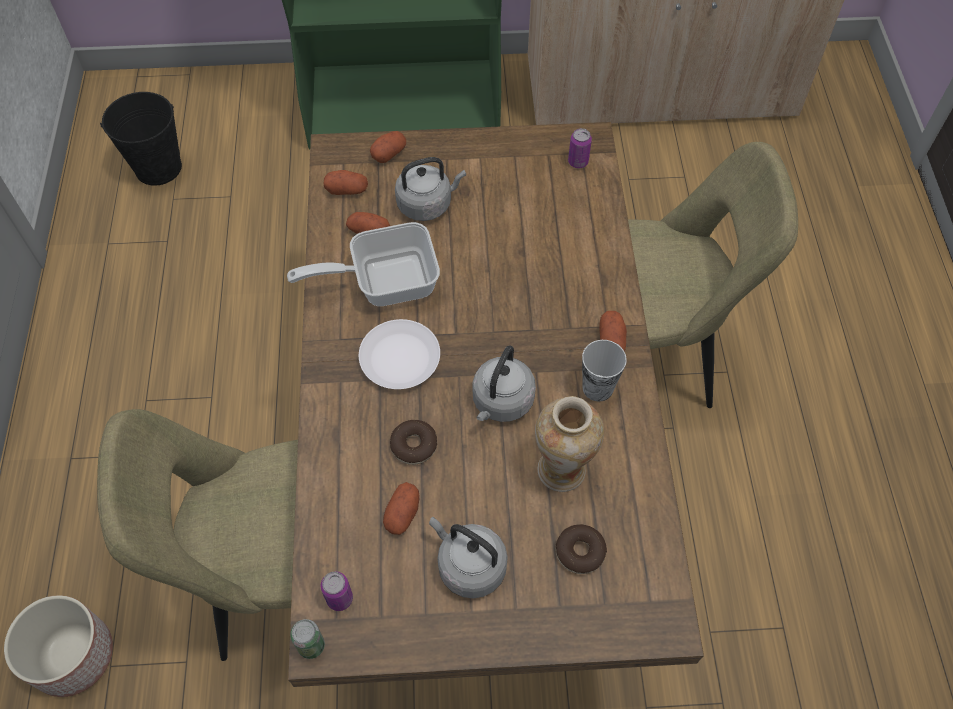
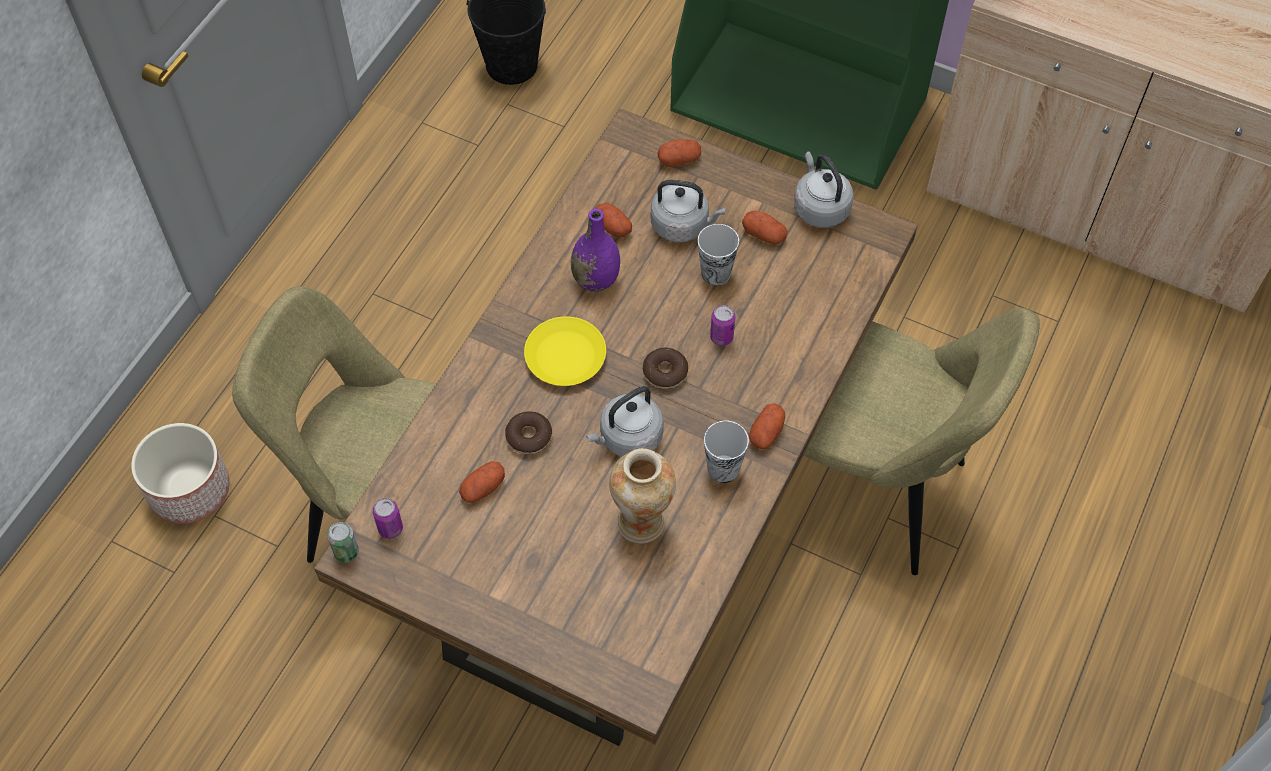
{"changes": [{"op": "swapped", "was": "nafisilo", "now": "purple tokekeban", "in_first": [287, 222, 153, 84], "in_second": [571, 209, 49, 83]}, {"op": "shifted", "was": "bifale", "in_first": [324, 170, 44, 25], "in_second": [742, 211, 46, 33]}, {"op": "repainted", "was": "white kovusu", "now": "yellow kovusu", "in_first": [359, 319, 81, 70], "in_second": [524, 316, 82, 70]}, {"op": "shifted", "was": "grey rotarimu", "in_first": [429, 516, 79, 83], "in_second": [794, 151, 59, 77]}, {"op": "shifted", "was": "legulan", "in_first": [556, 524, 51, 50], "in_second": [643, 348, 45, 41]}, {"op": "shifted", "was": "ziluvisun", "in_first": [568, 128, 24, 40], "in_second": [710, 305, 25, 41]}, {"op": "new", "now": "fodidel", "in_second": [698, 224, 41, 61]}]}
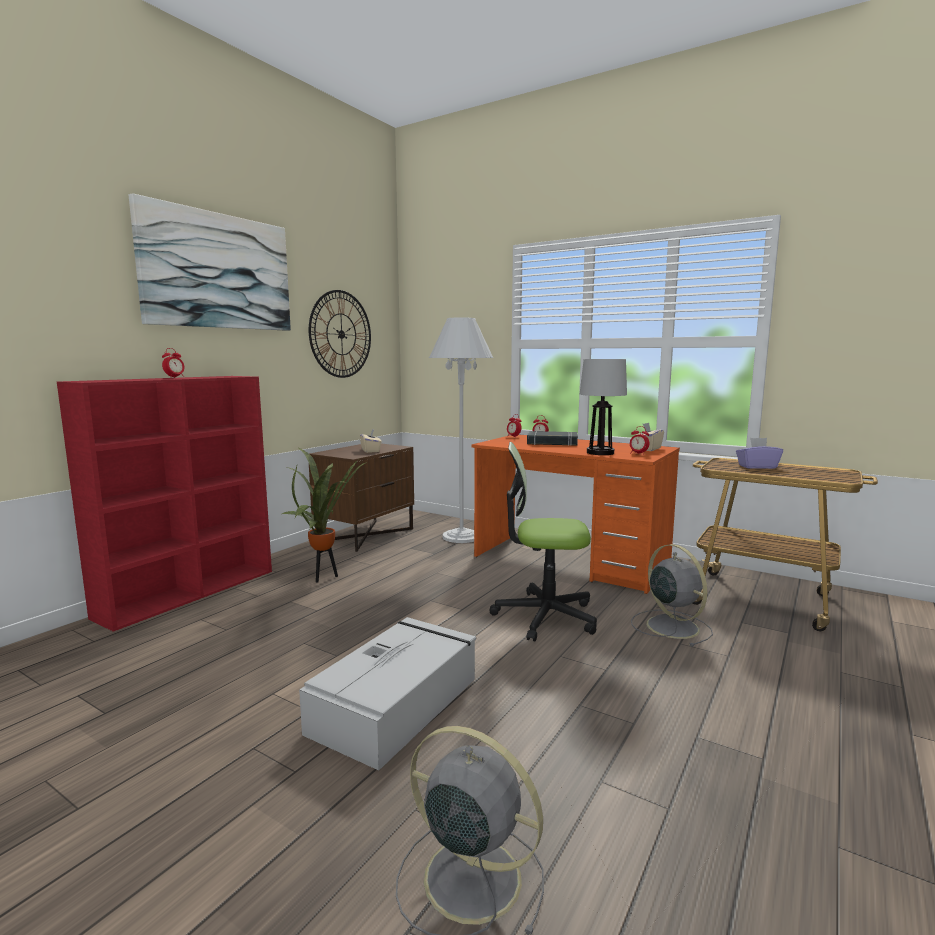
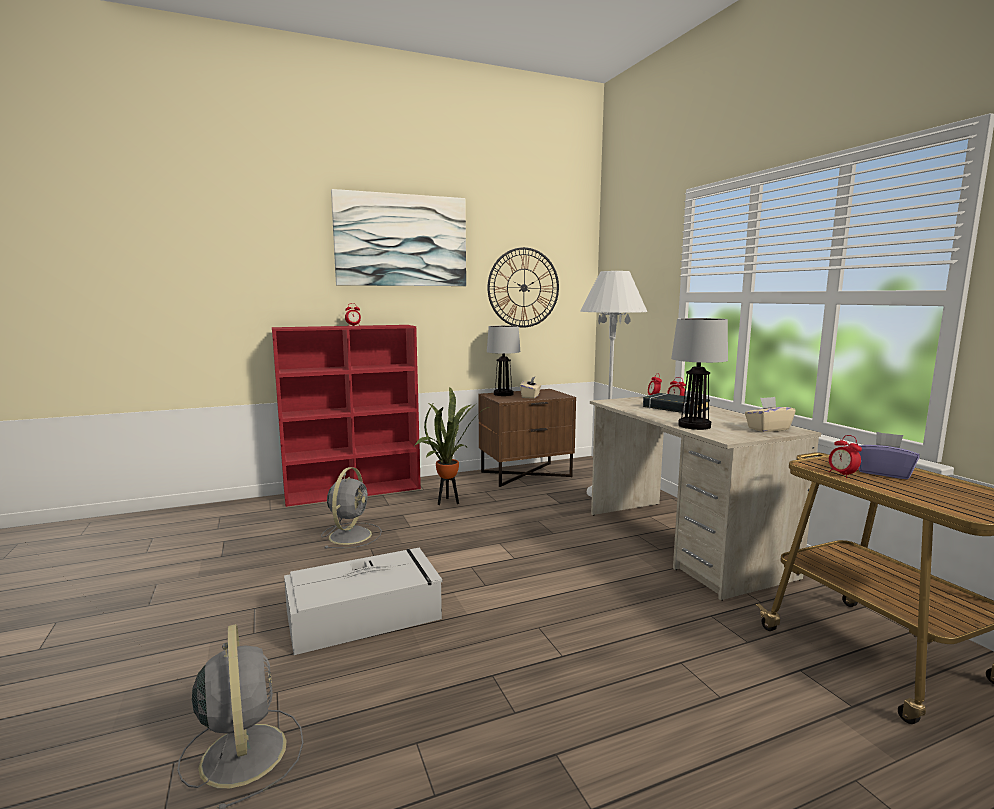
{"changes": [{"op": "repainted", "was": "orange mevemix", "now": "beige mevemix", "in_first": [471, 435, 209, 159], "in_second": [590, 396, 231, 205]}, {"op": "gone", "was": "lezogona", "in_first": [489, 442, 108, 199]}, {"op": "shifted", "was": "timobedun", "in_first": [630, 426, 19, 29], "in_second": [829, 435, 33, 43]}, {"op": "shifted", "was": "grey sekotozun", "in_first": [631, 544, 82, 103], "in_second": [321, 467, 61, 82]}, {"op": "new", "now": "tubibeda", "in_second": [487, 325, 33, 71]}]}
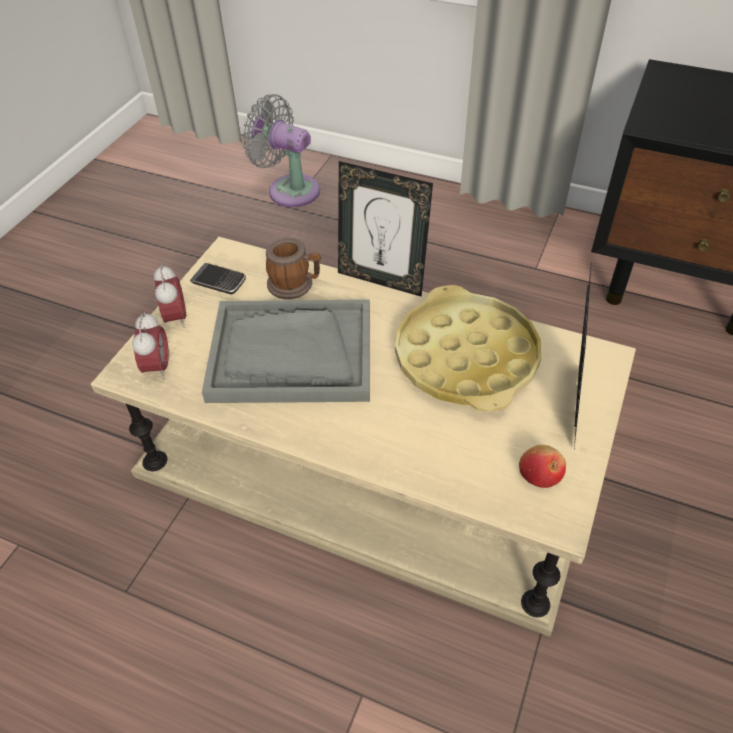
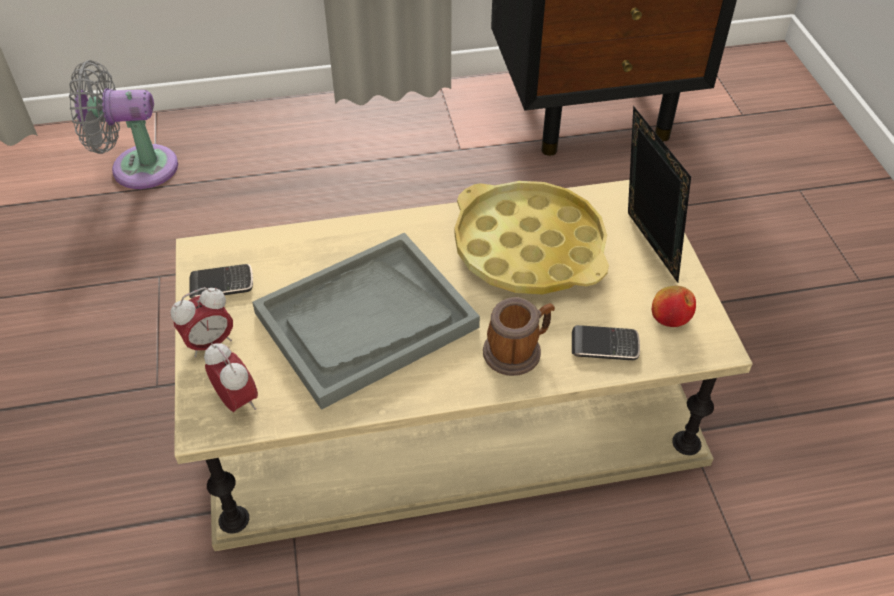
{"changes": [{"op": "rotated", "was": "timobedun", "in_first": [154, 264, 32, 64], "in_second": [171, 287, 62, 70], "clockwise": 105}, {"op": "shifted", "was": "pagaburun", "in_first": [266, 238, 55, 61], "in_second": [483, 297, 72, 79]}, {"op": "gone", "was": "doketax", "in_first": [338, 161, 95, 136]}, {"op": "new", "now": "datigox", "in_second": [572, 325, 68, 35]}]}
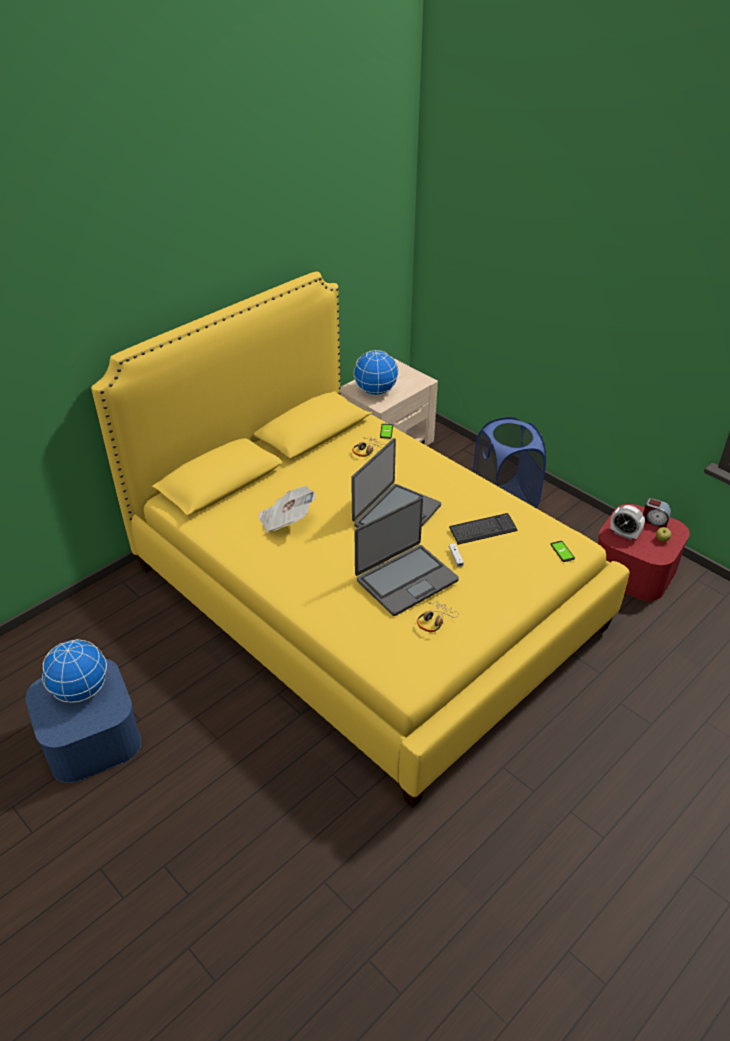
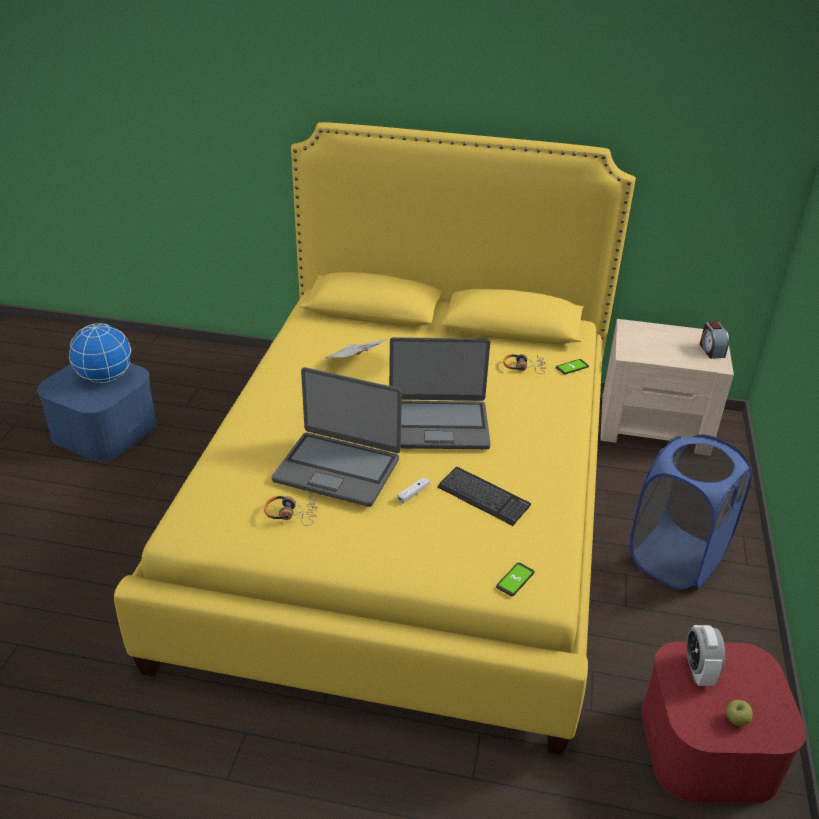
{"changes": [{"op": "gone", "was": "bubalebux", "in_first": [354, 350, 45, 45]}, {"op": "shifted", "was": "timobedun", "in_first": [643, 498, 28, 29], "in_second": [700, 321, 29, 38]}]}
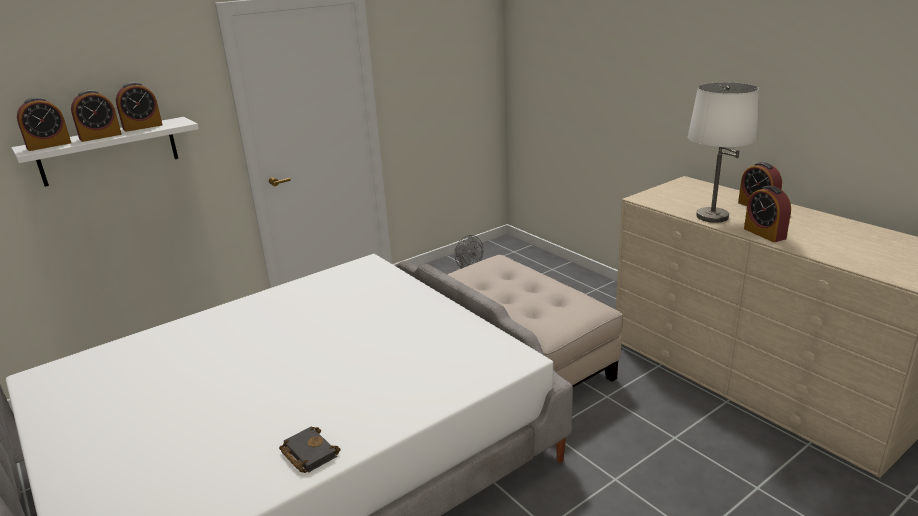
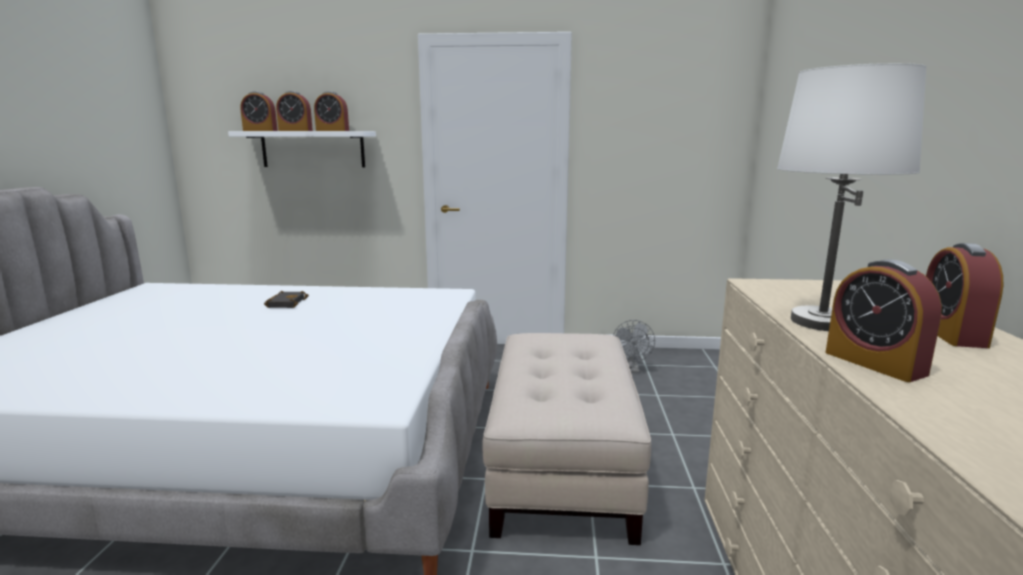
{"changes": [{"op": "shifted", "was": "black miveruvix", "in_first": [279, 426, 61, 47], "in_second": [264, 291, 45, 17]}, {"op": "rotated", "was": "timobedun", "in_first": [744, 186, 47, 56], "in_second": [826, 259, 116, 123], "clockwise": -45}]}
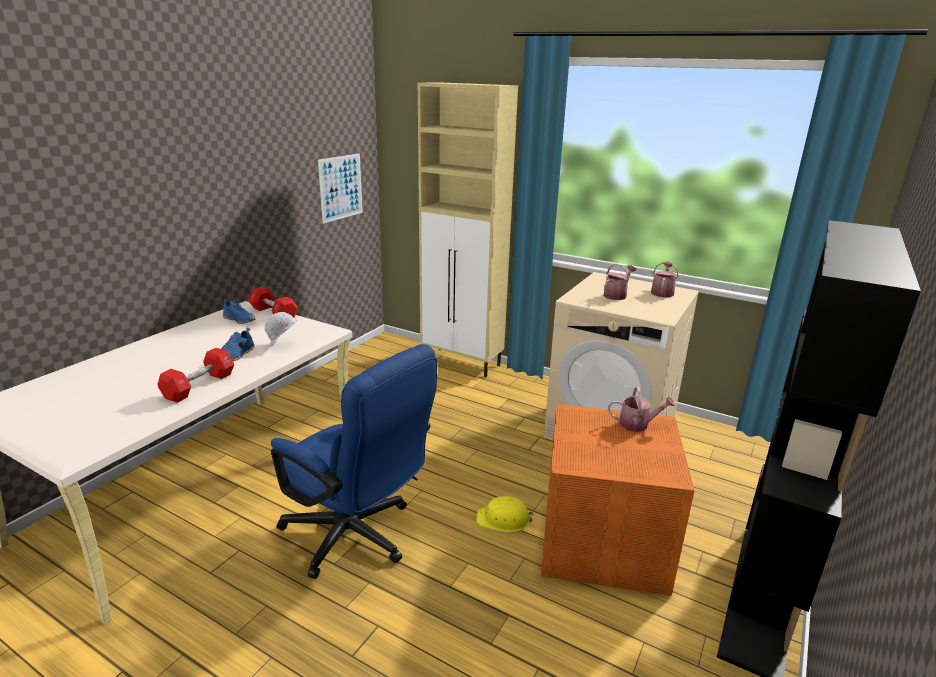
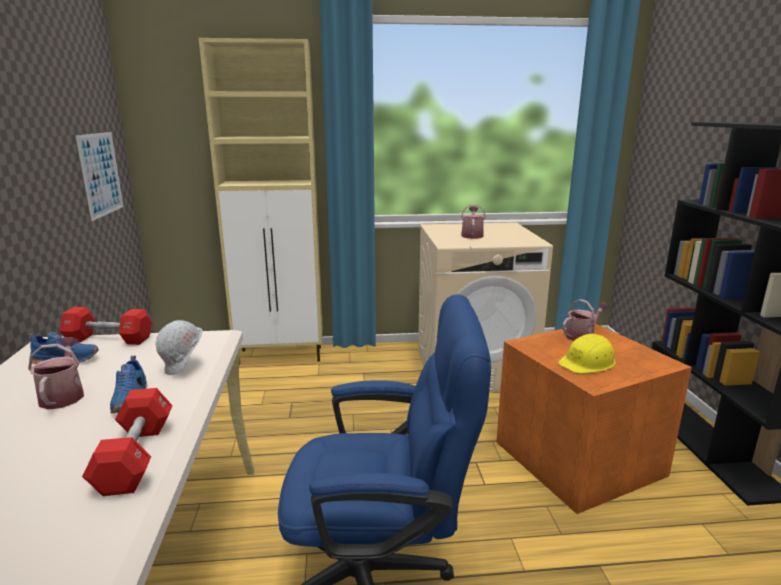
{"changes": [{"op": "shifted", "was": "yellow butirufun", "in_first": [476, 496, 58, 36], "in_second": [558, 333, 58, 41]}, {"op": "shifted", "was": "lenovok", "in_first": [651, 262, 27, 36], "in_second": [28, 337, 56, 72]}]}
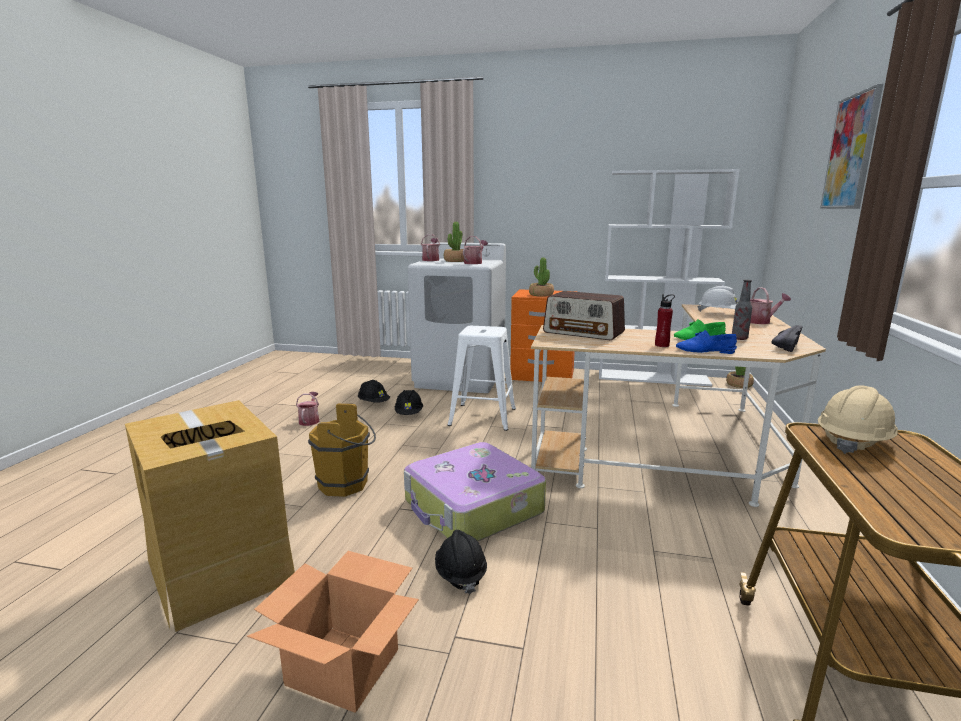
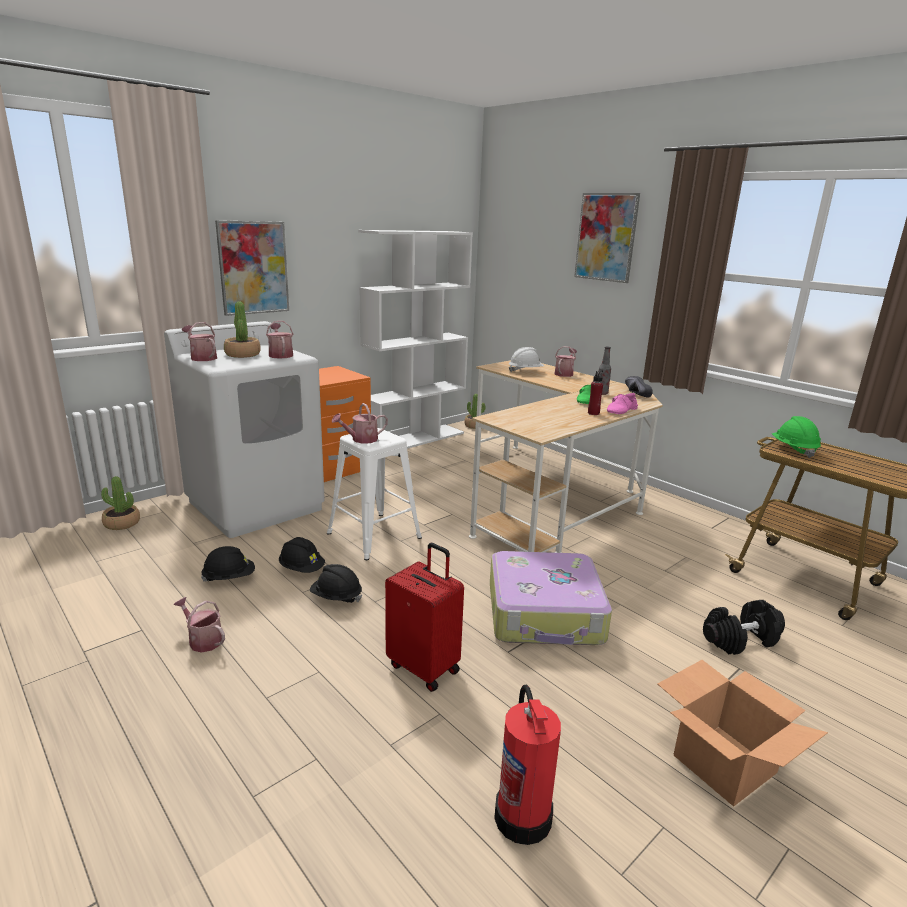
{"changes": [{"op": "swapped", "was": "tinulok", "now": "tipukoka", "in_first": [125, 400, 170, 232], "in_second": [494, 685, 67, 160]}, {"op": "swapped", "was": "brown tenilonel", "now": "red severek", "in_first": [308, 403, 68, 94], "in_second": [385, 543, 79, 149]}, {"op": "shifted", "was": "black butirufun", "in_first": [435, 530, 52, 64], "in_second": [310, 564, 52, 39]}, {"op": "shifted", "was": "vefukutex", "in_first": [529, 257, 25, 40], "in_second": [101, 476, 39, 54]}, {"op": "gone", "was": "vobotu", "in_first": [543, 291, 82, 49]}, {"op": "repainted", "was": "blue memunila", "now": "pink memunila", "in_first": [676, 330, 61, 24], "in_second": [607, 393, 31, 21]}, {"op": "repainted", "was": "beige butirufun", "now": "green butirufun", "in_first": [818, 385, 80, 69], "in_second": [772, 416, 49, 42]}, {"op": "new", "now": "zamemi", "in_second": [215, 220, 74, 96]}, {"op": "new", "now": "lenovok", "in_second": [332, 403, 56, 41]}, {"op": "new", "now": "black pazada", "in_second": [703, 600, 82, 55]}]}
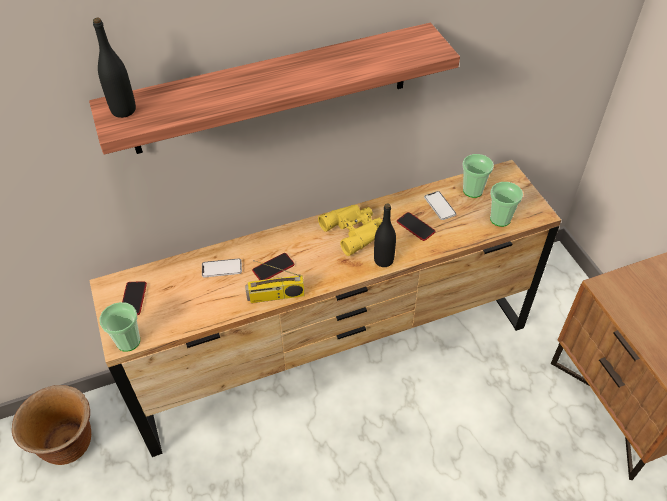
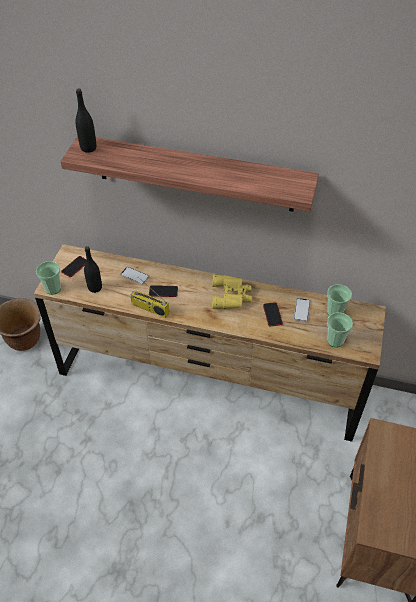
{"changes": [{"op": "shifted", "was": "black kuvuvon", "in_first": [374, 204, 22, 63], "in_second": [84, 246, 18, 47]}]}
